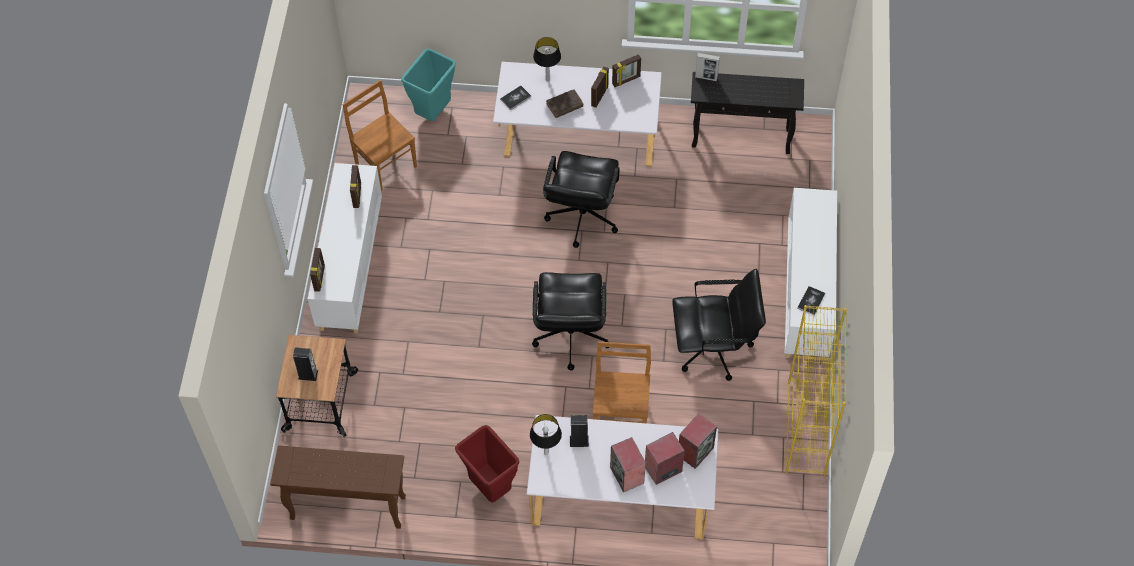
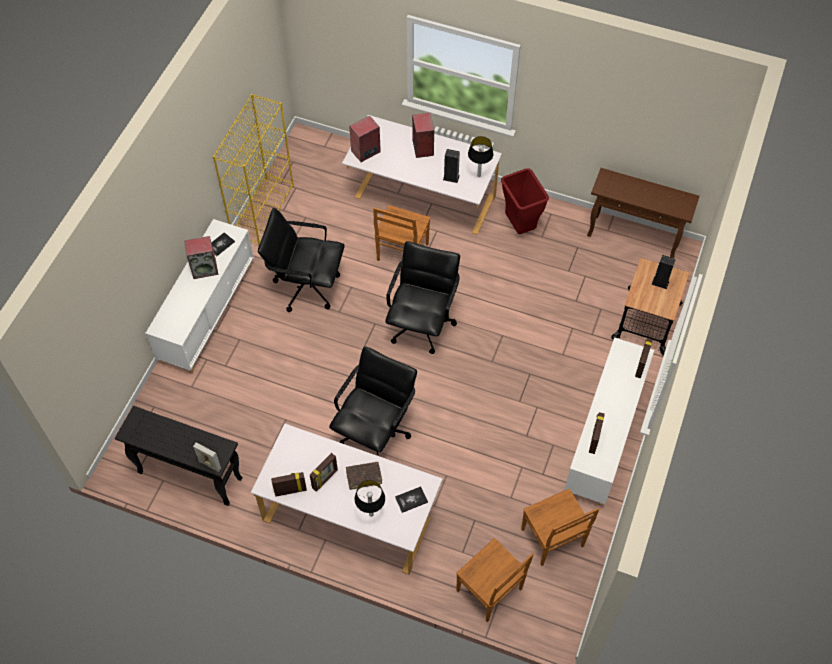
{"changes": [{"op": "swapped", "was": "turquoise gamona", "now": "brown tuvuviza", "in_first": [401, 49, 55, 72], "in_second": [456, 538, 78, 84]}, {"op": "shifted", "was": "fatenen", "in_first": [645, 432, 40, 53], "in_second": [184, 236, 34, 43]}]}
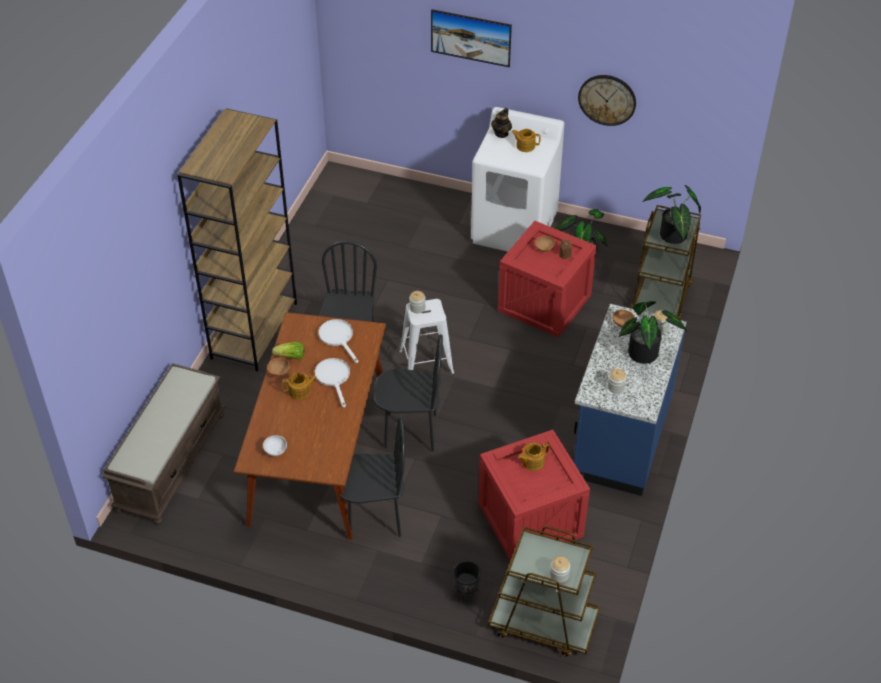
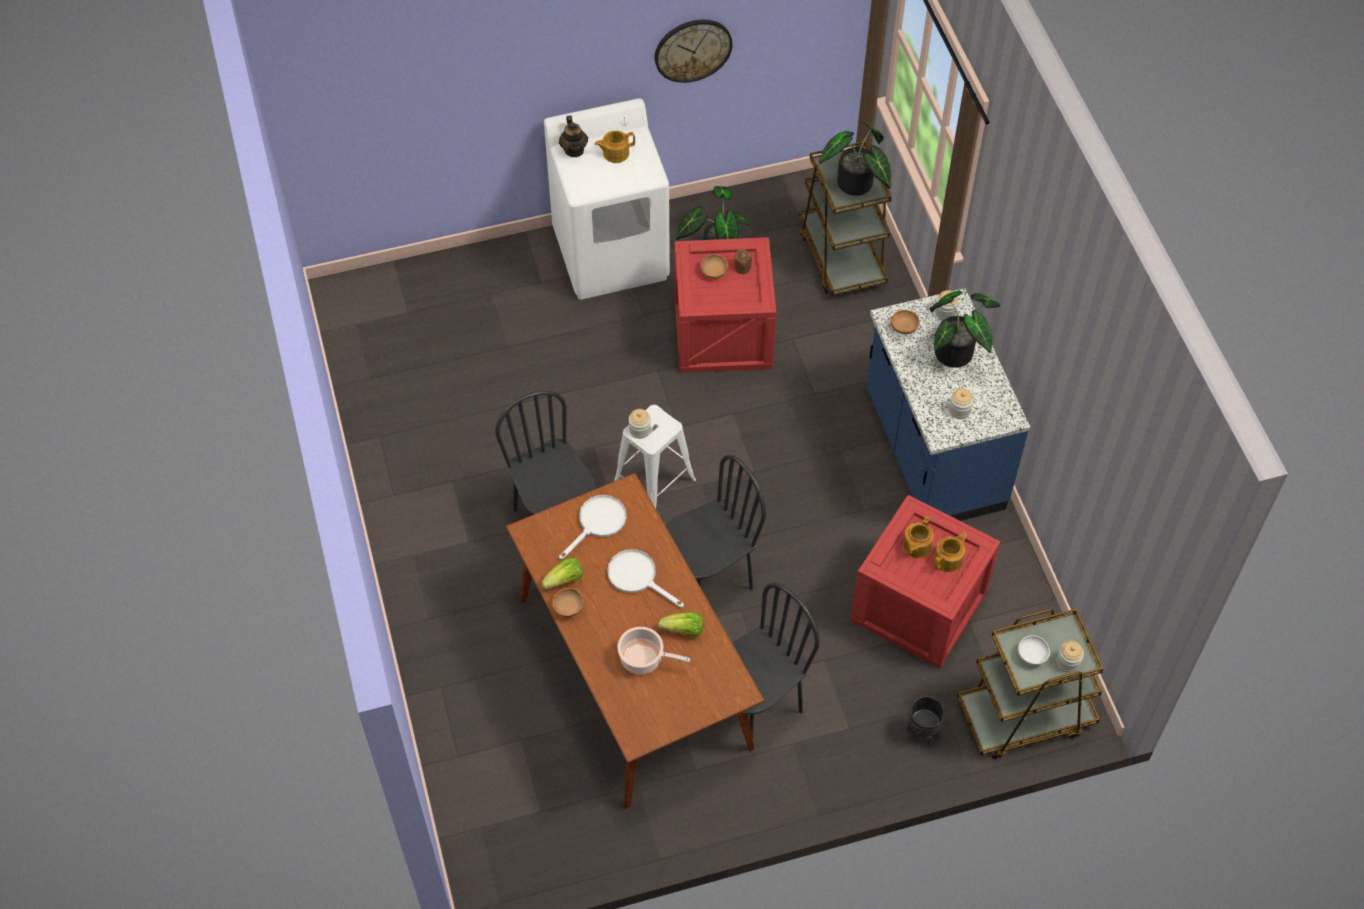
{"changes": [{"op": "gone", "was": "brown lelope", "in_first": [102, 363, 124, 161]}, {"op": "gone", "was": "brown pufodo", "in_first": [177, 108, 120, 263]}, {"op": "shifted", "was": "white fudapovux", "in_first": [263, 435, 24, 21], "in_second": [1018, 635, 32, 30]}, {"op": "shifted", "was": "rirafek", "in_first": [282, 373, 35, 27], "in_second": [934, 532, 33, 40]}, {"op": "rotated", "was": "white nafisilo", "in_first": [319, 319, 40, 44], "in_second": [559, 495, 67, 65], "clockwise": 105}, {"op": "gone", "was": "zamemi", "in_first": [431, 9, 81, 58]}, {"op": "new", "now": "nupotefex", "in_second": [617, 627, 73, 48]}, {"op": "new", "now": "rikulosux", "in_second": [658, 612, 45, 25]}]}
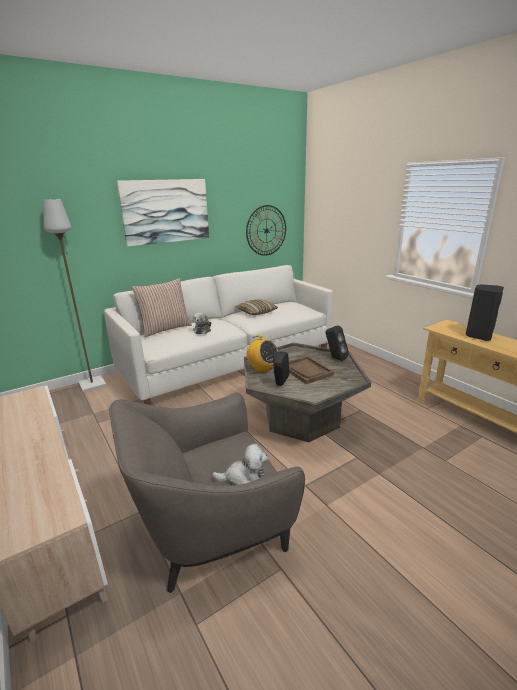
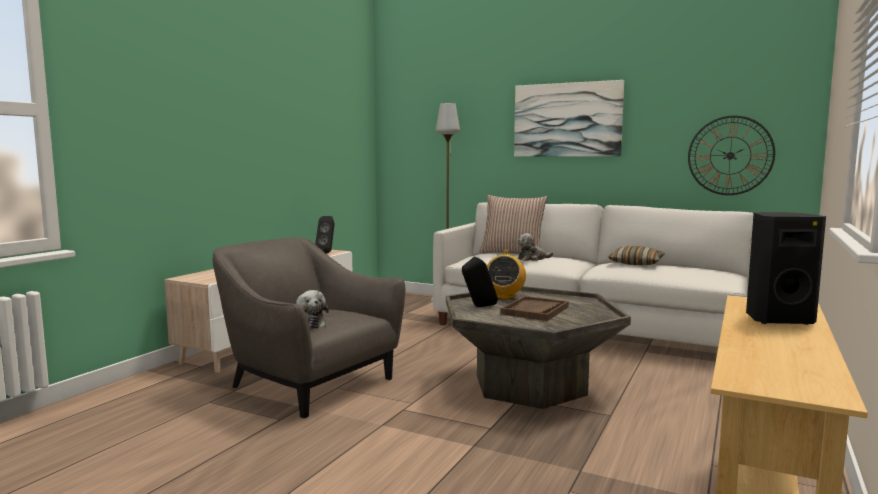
{"changes": [{"op": "shifted", "was": "black fatenen", "in_first": [326, 325, 23, 36], "in_second": [315, 216, 20, 38]}]}
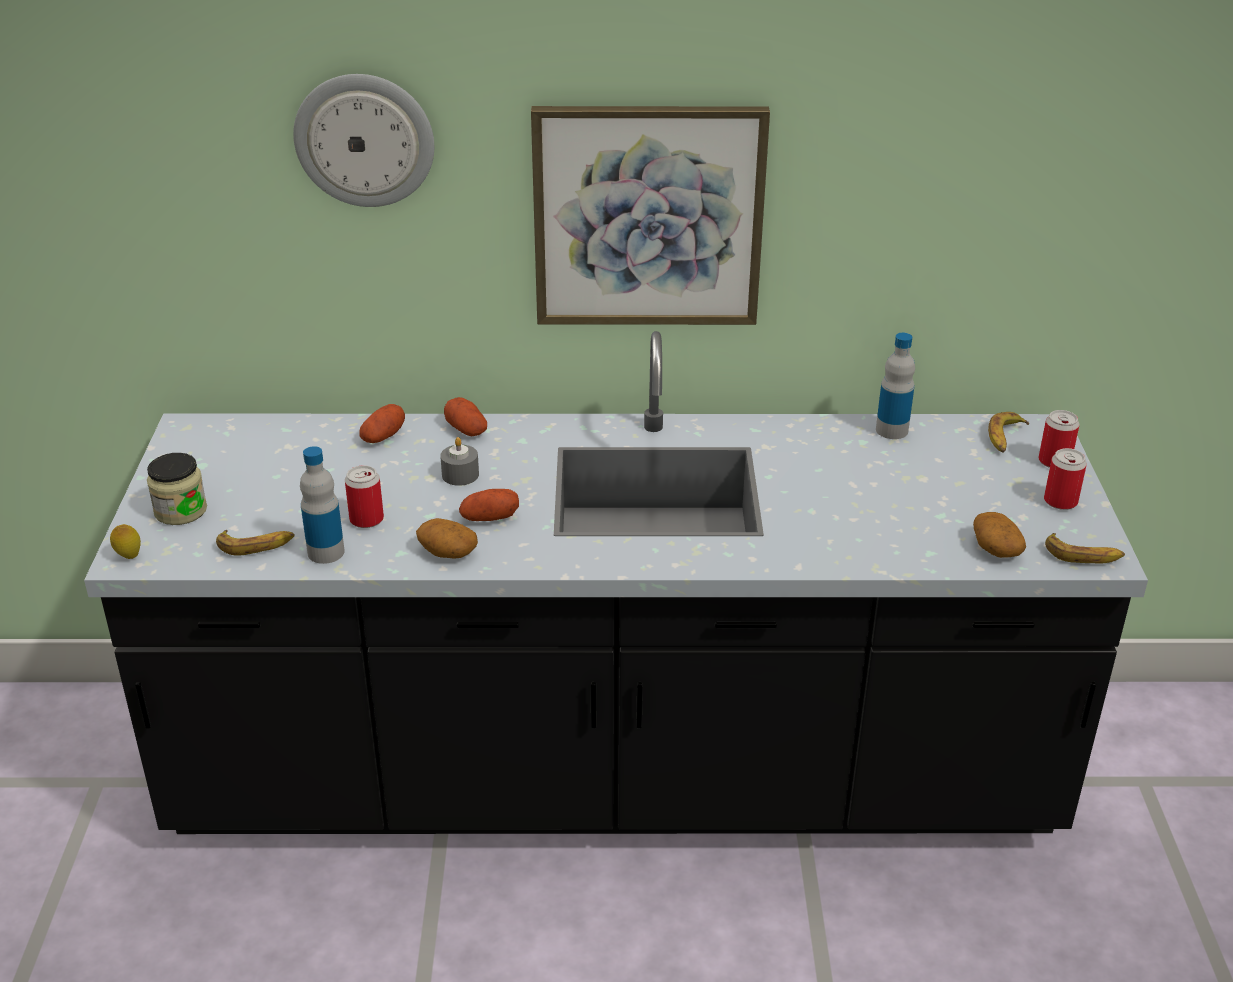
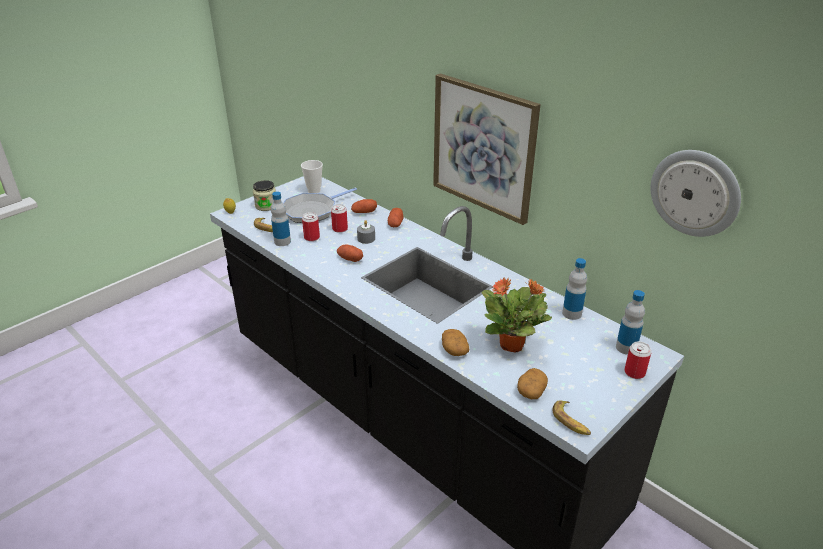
{"changes": [{"op": "shifted", "was": "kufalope", "in_first": [293, 74, 141, 133], "in_second": [651, 150, 90, 87]}, {"op": "shifted", "was": "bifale", "in_first": [416, 518, 62, 41], "in_second": [442, 329, 27, 27]}, {"op": "swapped", "was": "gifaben", "now": "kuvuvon", "in_first": [988, 412, 41, 41], "in_second": [616, 290, 29, 65]}, {"op": "shifted", "was": "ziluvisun", "in_first": [1044, 448, 43, 62], "in_second": [331, 204, 17, 29]}, {"op": "new", "now": "nafisilo", "in_second": [283, 188, 74, 35]}, {"op": "new", "now": "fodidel", "in_second": [301, 160, 22, 33]}, {"op": "new", "now": "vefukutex", "in_second": [481, 277, 71, 75]}]}
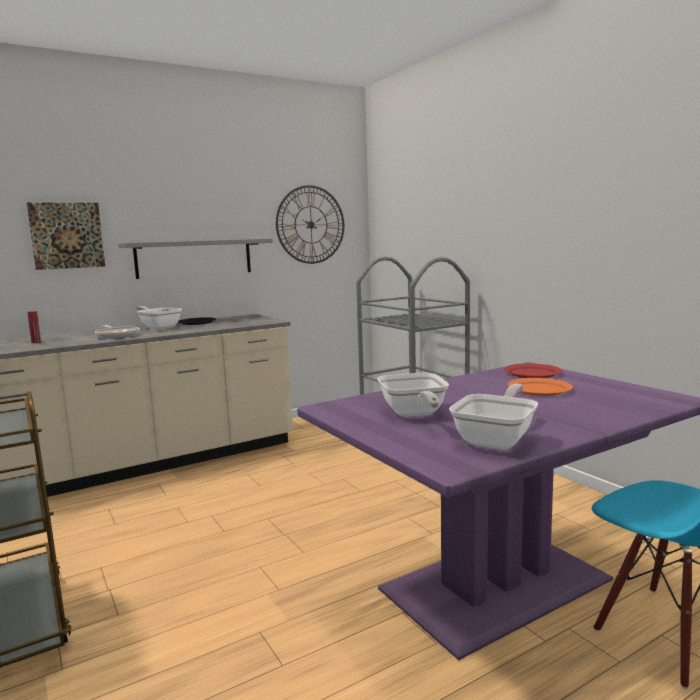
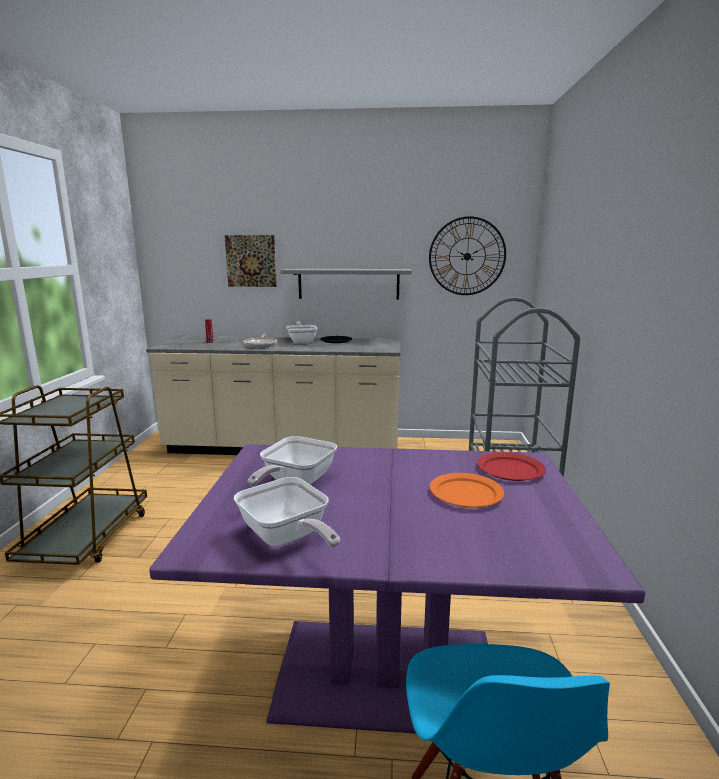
{"changes": [{"op": "rotated", "was": "nafisilo", "in_first": [449, 384, 89, 66], "in_second": [233, 477, 107, 71], "clockwise": 75}]}
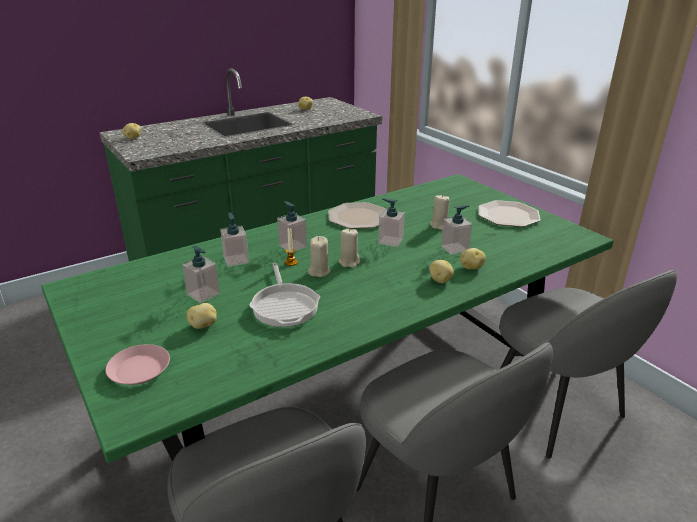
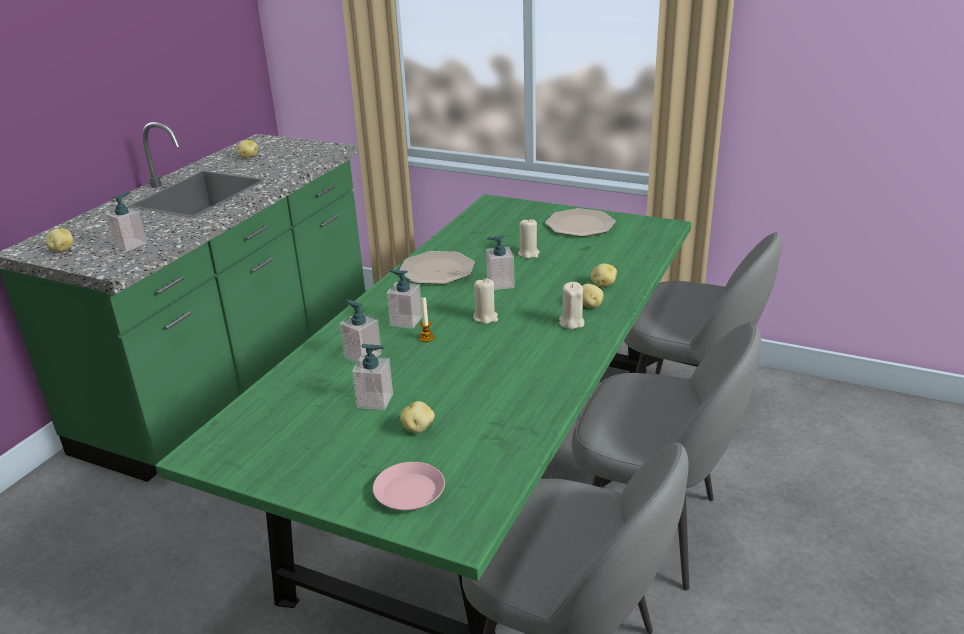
{"changes": [{"op": "gone", "was": "nafisilo", "in_first": [249, 263, 71, 64]}, {"op": "shifted", "was": "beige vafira", "in_first": [308, 236, 23, 41], "in_second": [559, 282, 25, 47]}, {"op": "shifted", "was": "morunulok", "in_first": [441, 205, 31, 50], "in_second": [105, 192, 42, 59]}]}
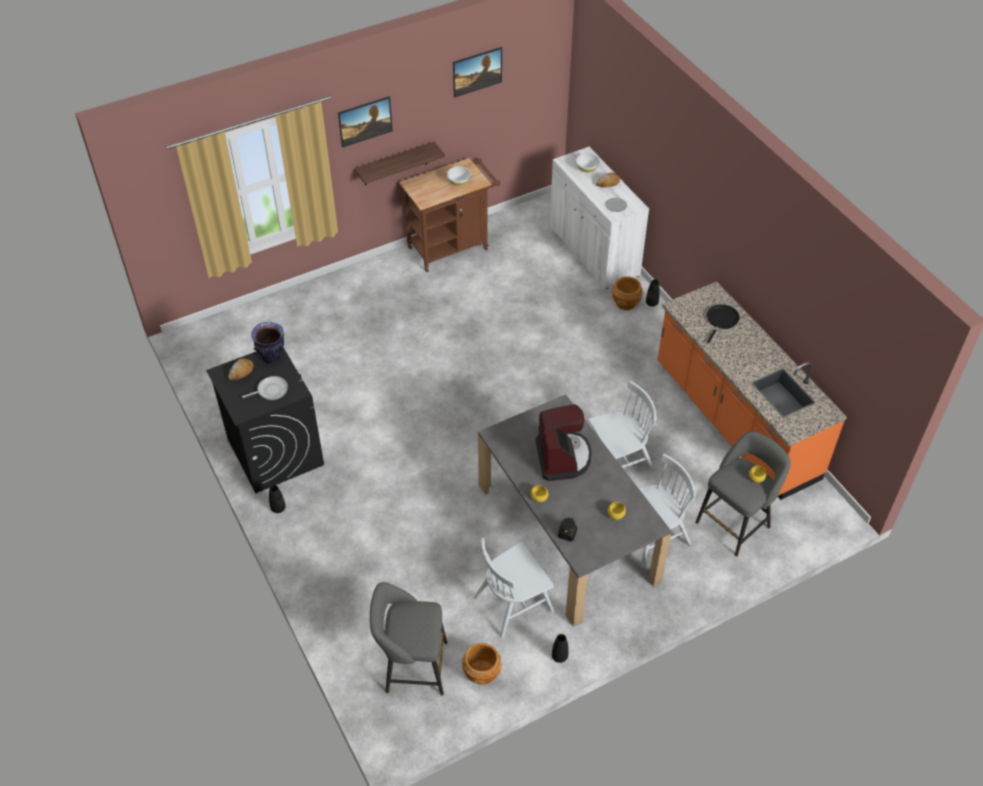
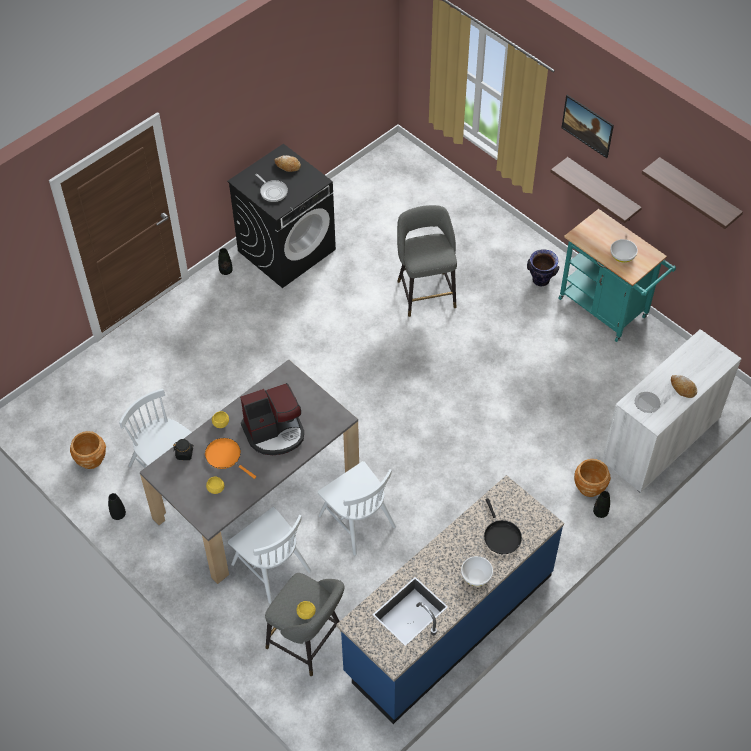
{"changes": [{"op": "shifted", "was": "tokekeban", "in_first": [251, 322, 33, 42], "in_second": [527, 249, 33, 37]}, {"op": "shifted", "was": "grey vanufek", "in_first": [370, 582, 77, 113], "in_second": [397, 205, 60, 112]}, {"op": "repainted", "was": "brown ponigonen", "now": "turquoise ponigonen", "in_first": [399, 158, 101, 114], "in_second": [558, 209, 118, 133]}, {"op": "swapped", "was": "zamemi", "now": "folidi", "in_first": [453, 47, 49, 51], "in_second": [642, 157, 101, 72]}, {"op": "shifted", "was": "white fudapovux", "in_first": [576, 153, 24, 20], "in_second": [461, 556, 32, 30]}, {"op": "repainted", "was": "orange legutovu", "now": "blue legutovu", "in_first": [657, 282, 190, 218], "in_second": [336, 475, 228, 249]}, {"op": "rotated", "was": "black nafisilo", "in_first": [707, 304, 33, 39], "in_second": [484, 498, 38, 56], "clockwise": 60}, {"op": "new", "now": "orange nafisilo", "in_second": [205, 438, 51, 41]}]}
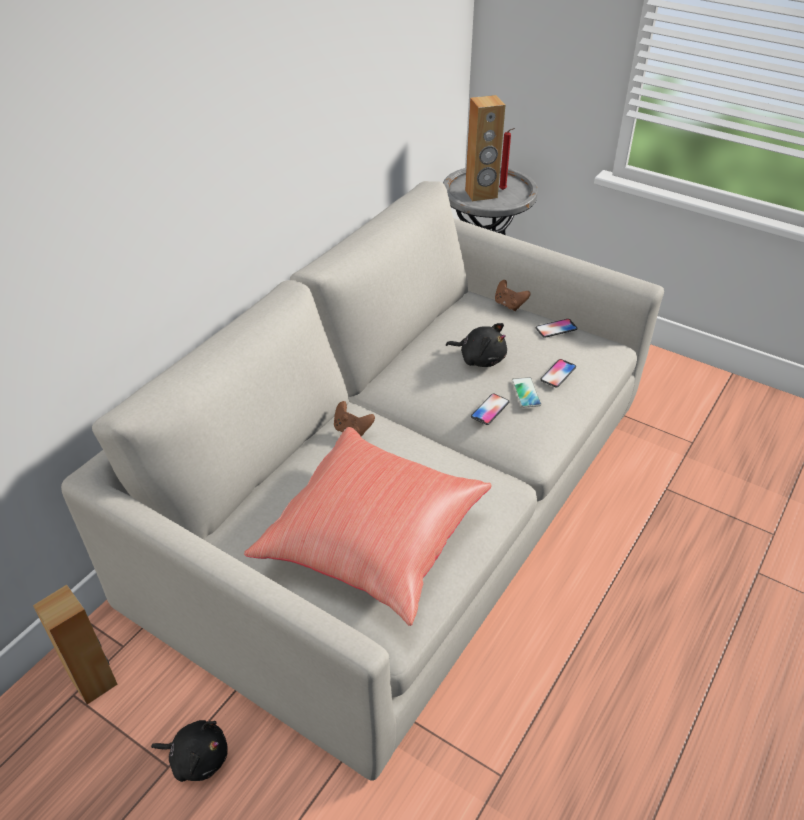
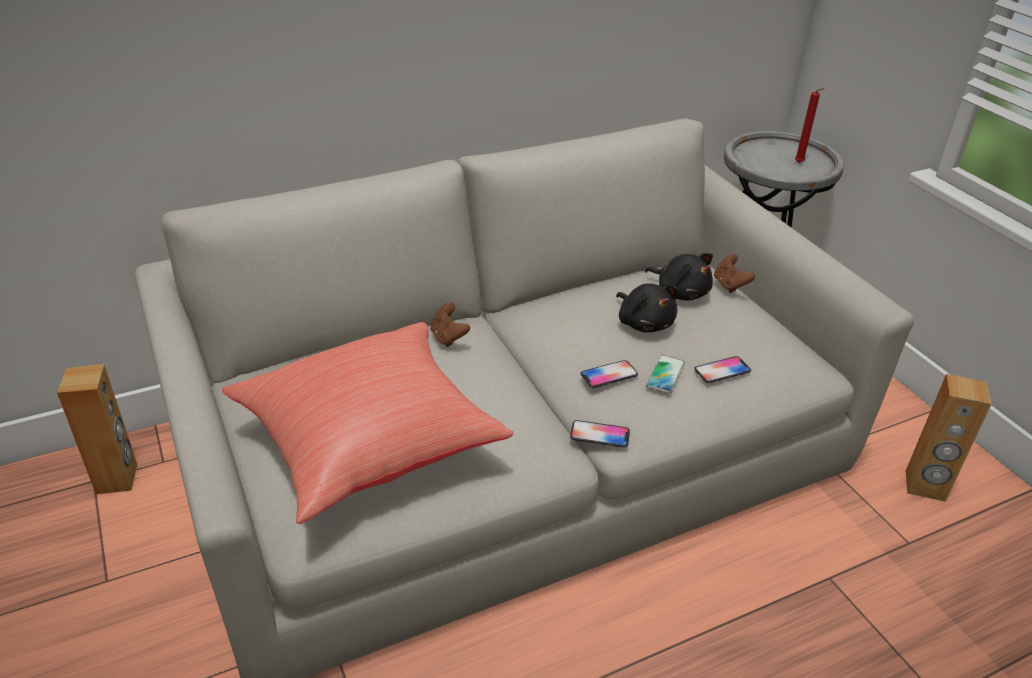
{"changes": [{"op": "shifted", "was": "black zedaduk", "in_first": [151, 720, 77, 62], "in_second": [645, 253, 68, 48]}, {"op": "shifted", "was": "brown fatenen", "in_first": [465, 95, 40, 106], "in_second": [906, 374, 86, 128]}, {"op": "shifted", "was": "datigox", "in_first": [536, 319, 42, 19], "in_second": [570, 420, 60, 27]}]}
